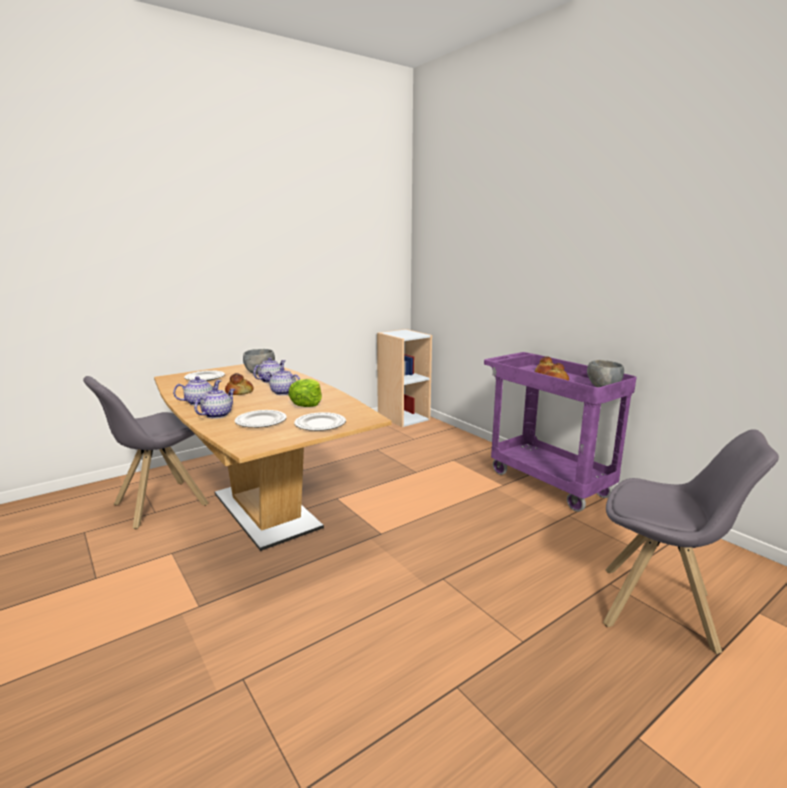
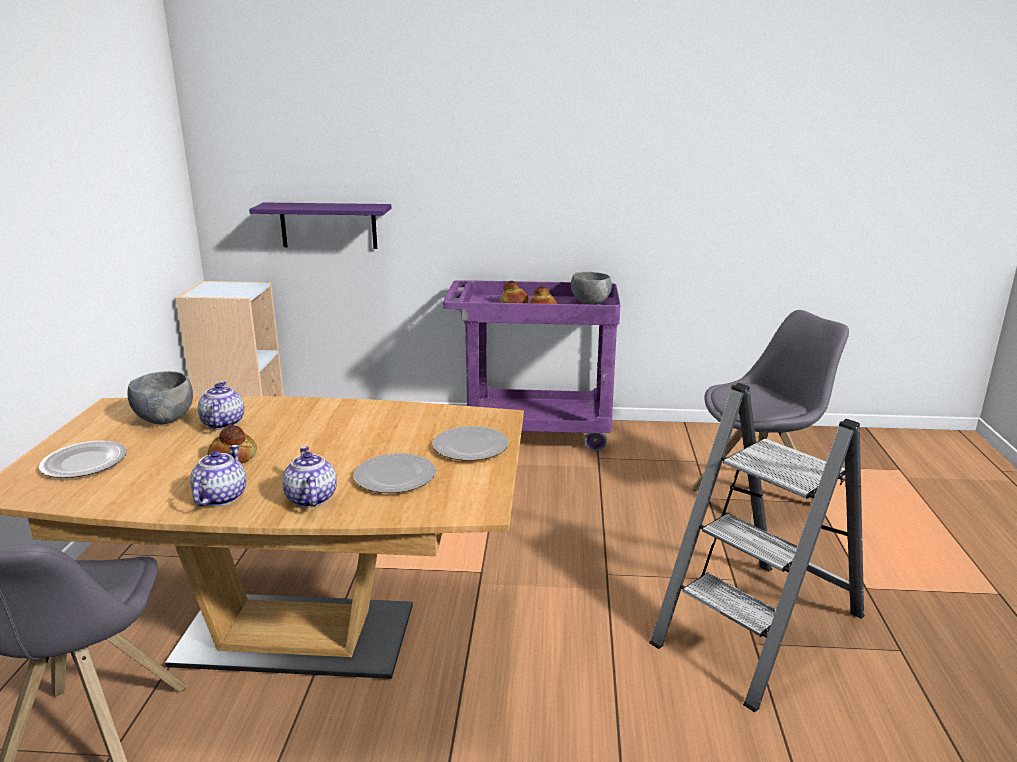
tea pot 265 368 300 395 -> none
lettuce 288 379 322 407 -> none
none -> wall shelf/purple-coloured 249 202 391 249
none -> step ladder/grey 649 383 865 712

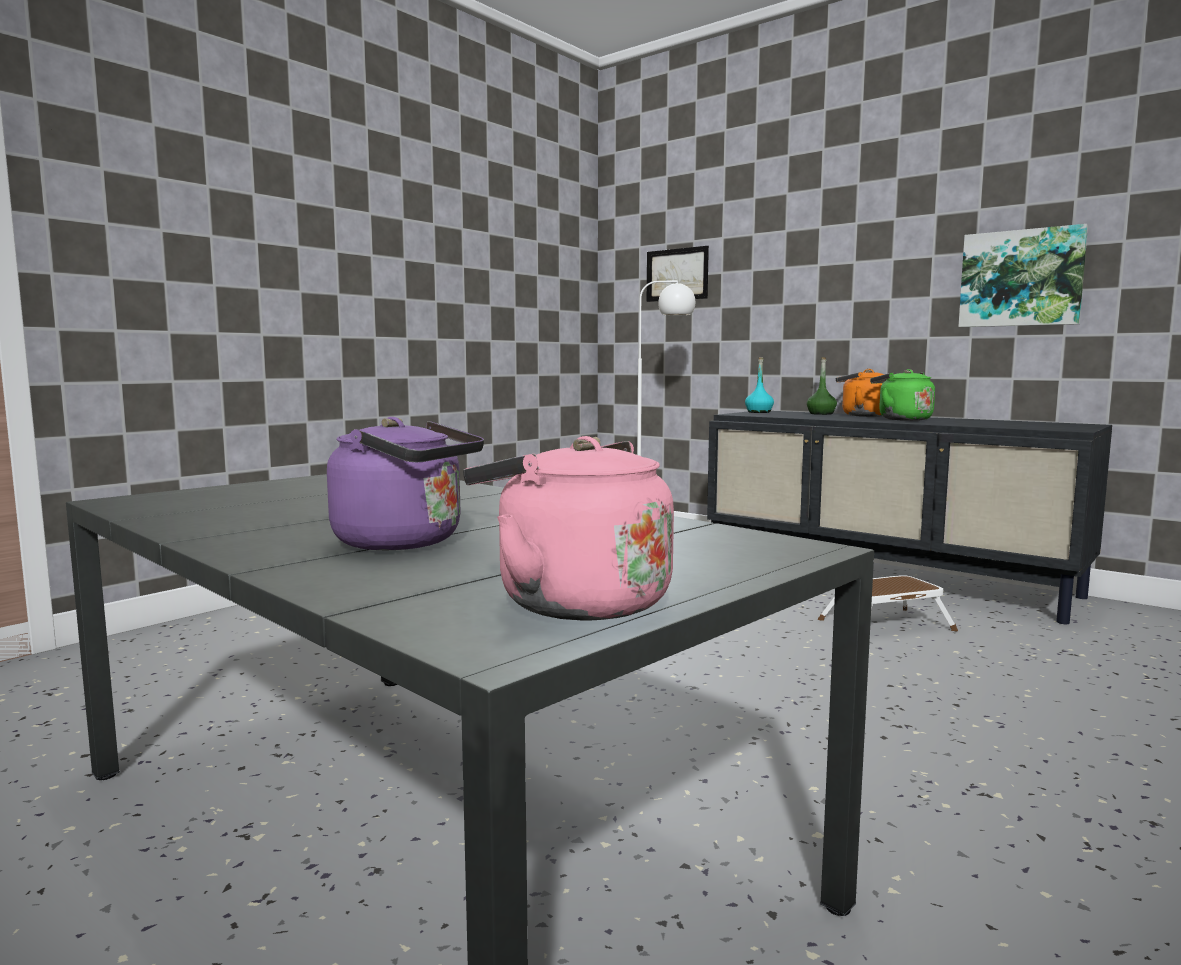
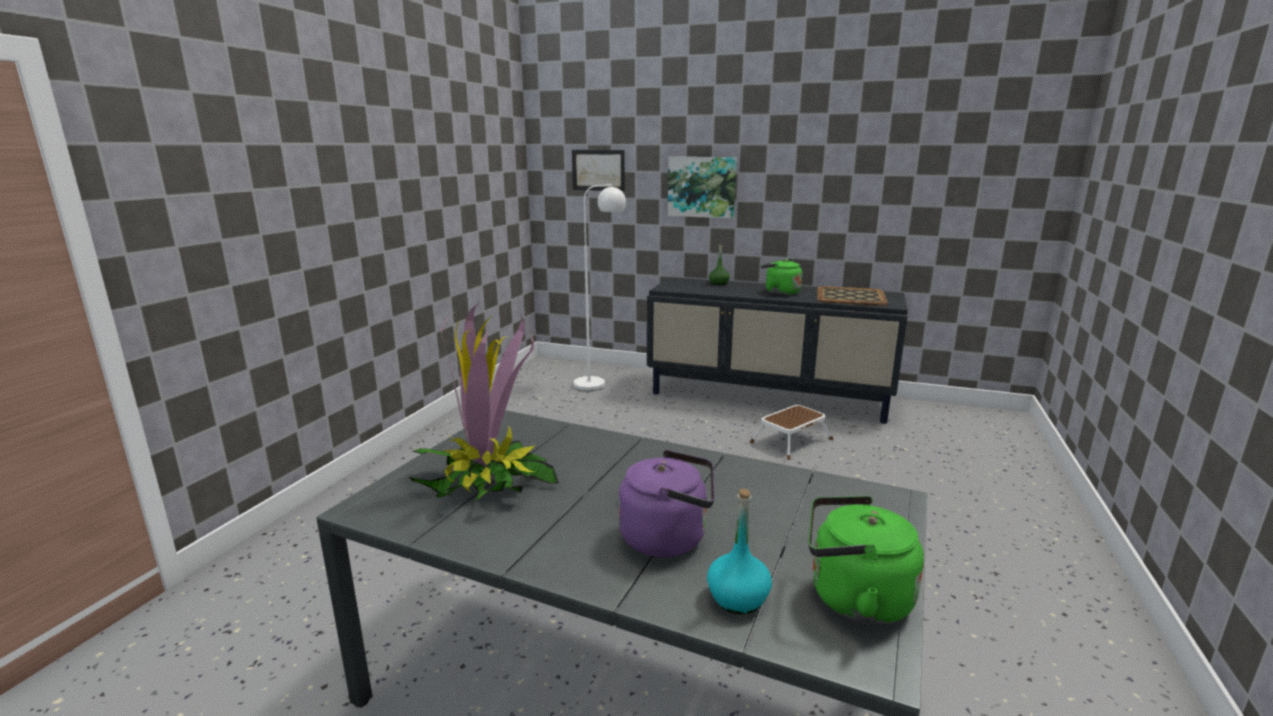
wall art 958 224 1088 327 -> wall art 668 157 737 218, moved
bottle/turquoise-coloured 745 357 774 413 -> bottle/turquoise-coloured 707 489 772 614, moved
water kettle/orangey 836 369 884 417 -> none
water kettle/pink-coloured 463 436 674 620 -> water kettle/green-coloured 809 496 924 625
none -> serving tray 817 286 888 306
none -> houseplant 408 303 559 502

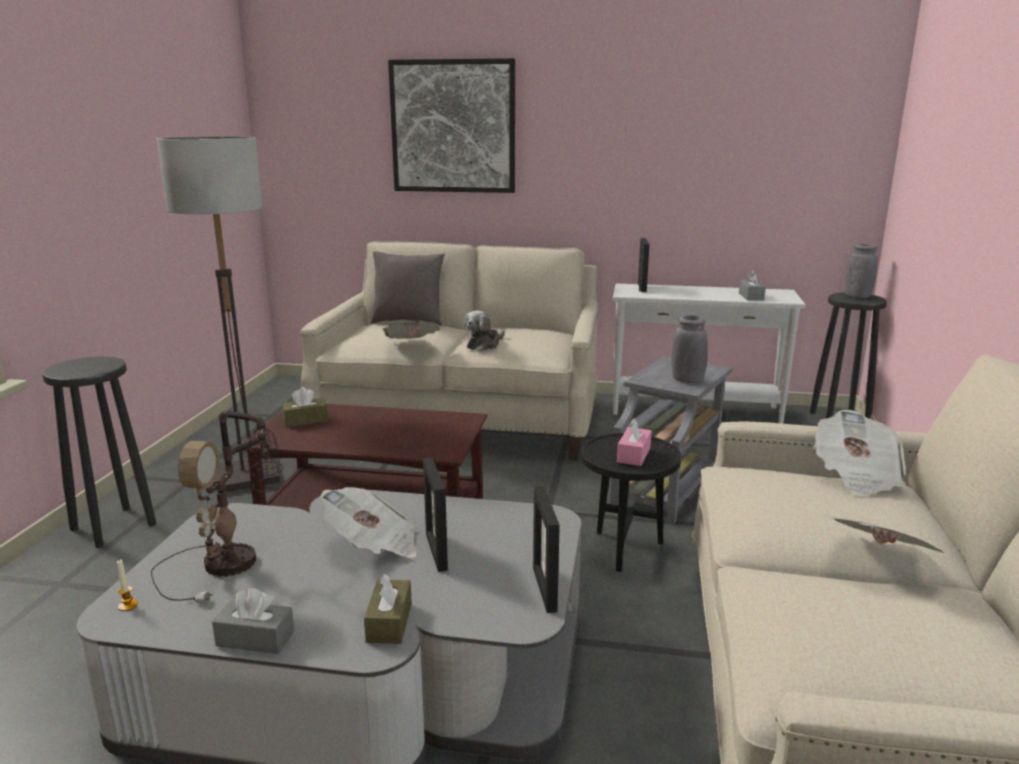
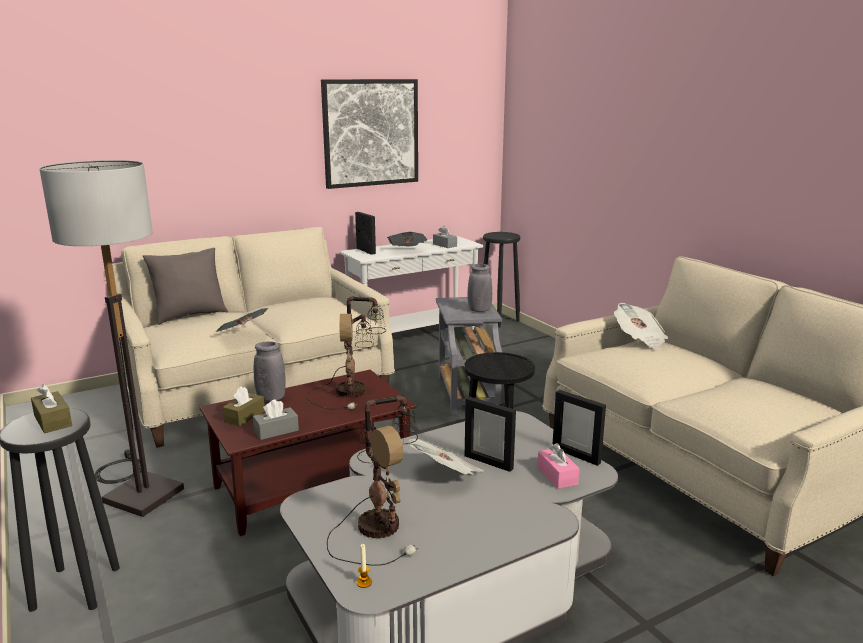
wall art 388 58 515 193 -> wall art 321 79 418 189, moved
vase/grey 845 244 877 299 -> vase/grey 254 341 286 402, moved
plush toy 464 310 505 351 -> none
tissue box/pink-coloured 617 418 652 466 -> tissue box/pink-coloured 538 443 580 489, moved
printed paper 824 514 943 552 -> printed paper 387 232 428 246, moved
tissue box/brown 364 573 412 644 -> tissue box/brown 31 384 72 433, moved
tissue box/grey 212 588 294 654 -> tissue box/grey 253 399 299 440, moved
none -> lamp for a table 306 296 386 410

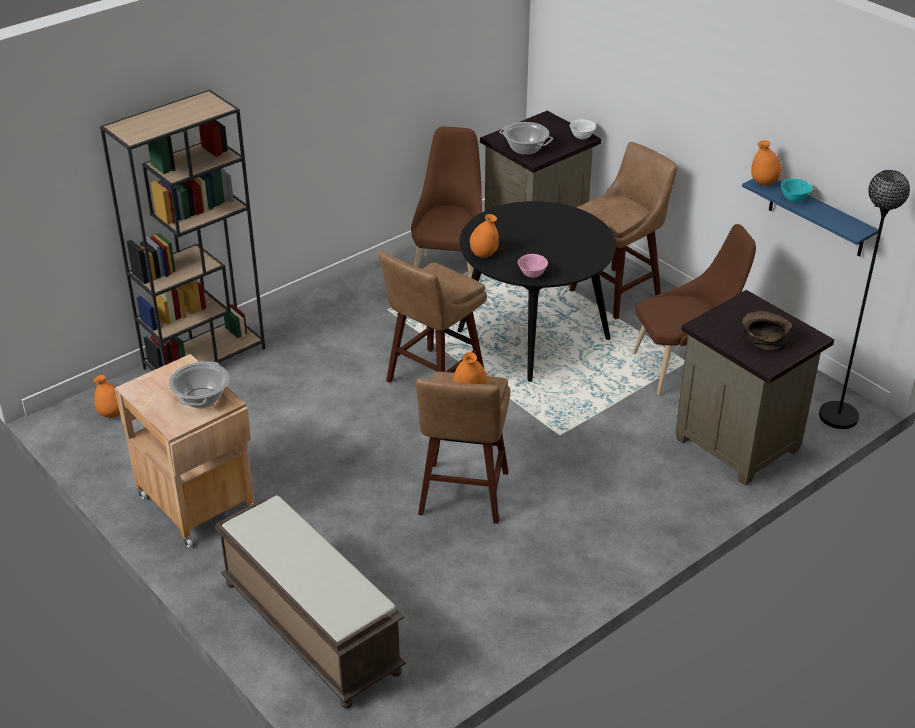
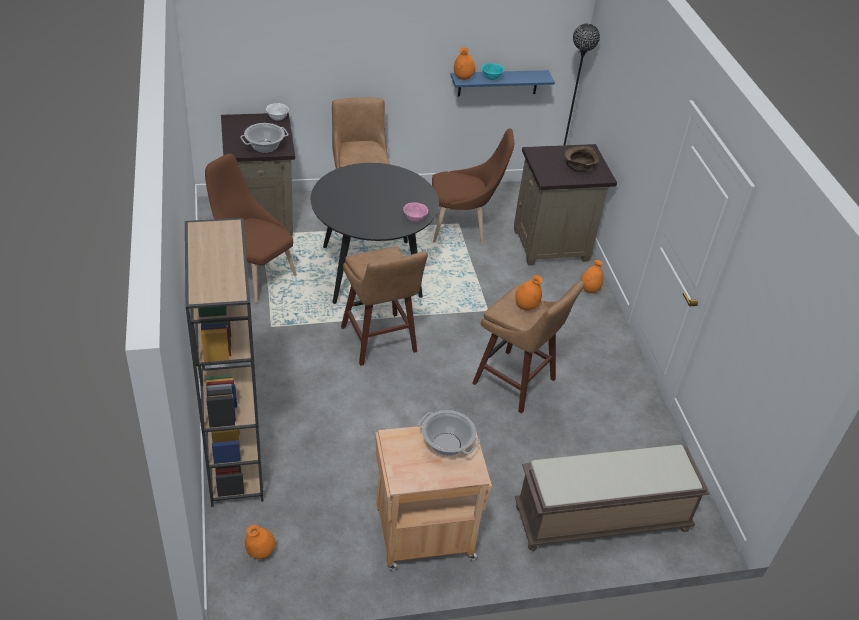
vase/orangey 470 214 499 258 -> vase/orangey 580 260 603 293, moved
plain chair/brown 632 224 756 395 -> plain chair/brown 432 128 514 243, 75 degrees clockwise

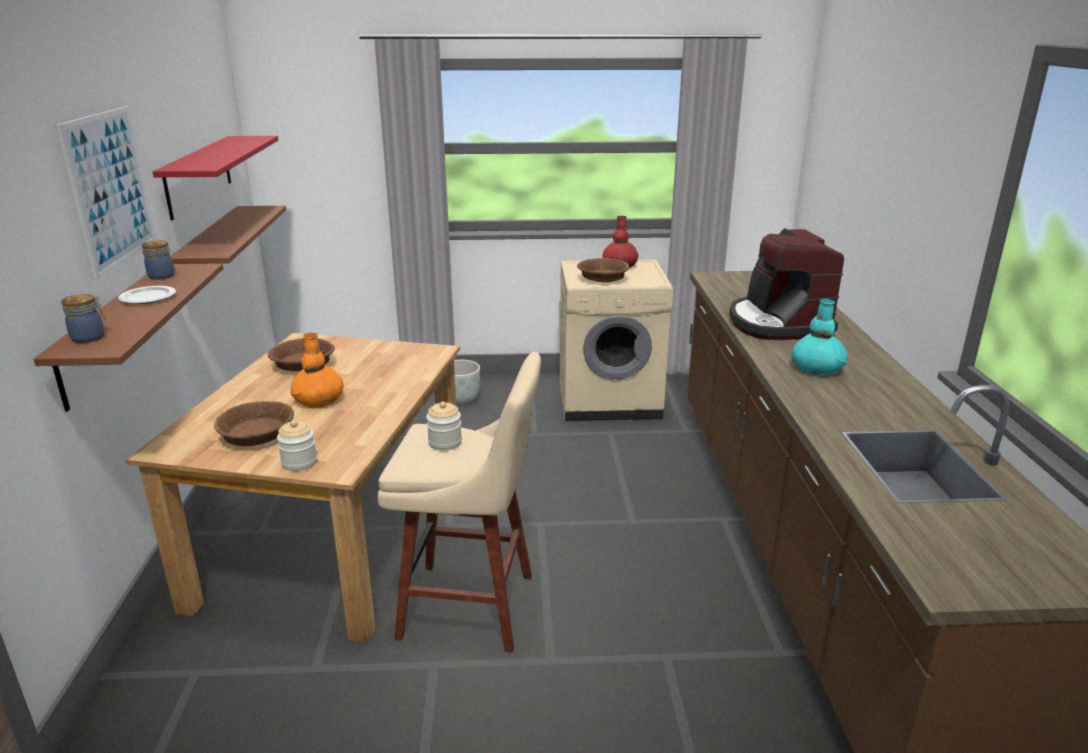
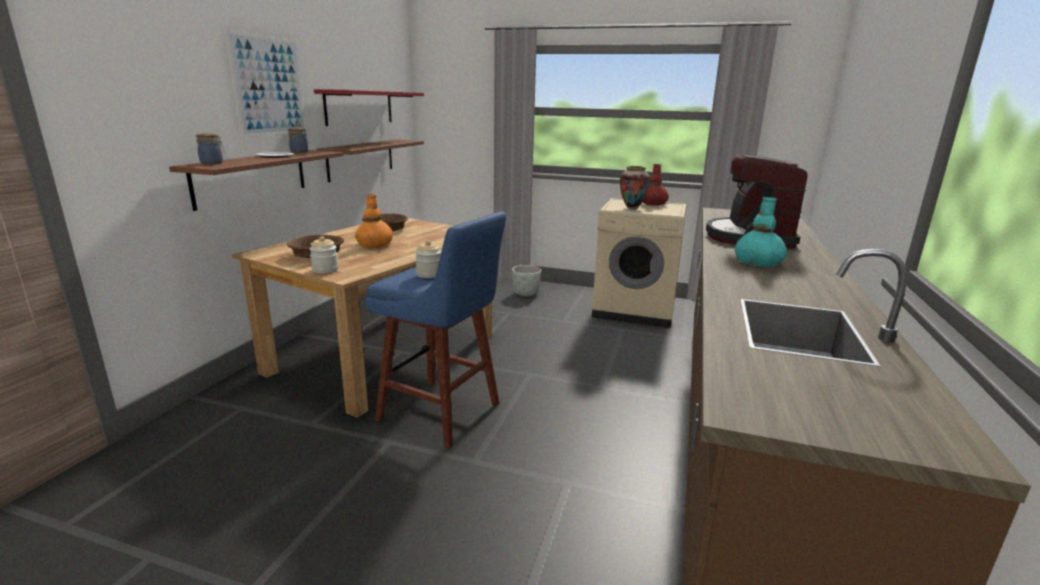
deep dish/brown 577 258 629 282 -> vase 620 166 650 209
stool seat/sand-coloured 377 352 541 652 -> stool seat/blue 365 211 506 449

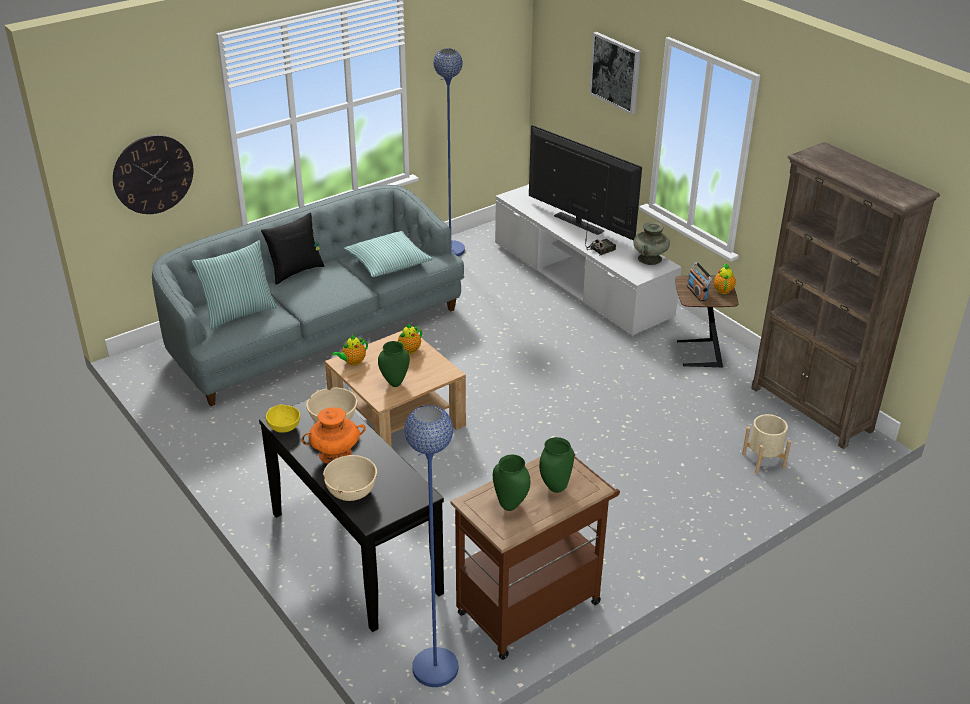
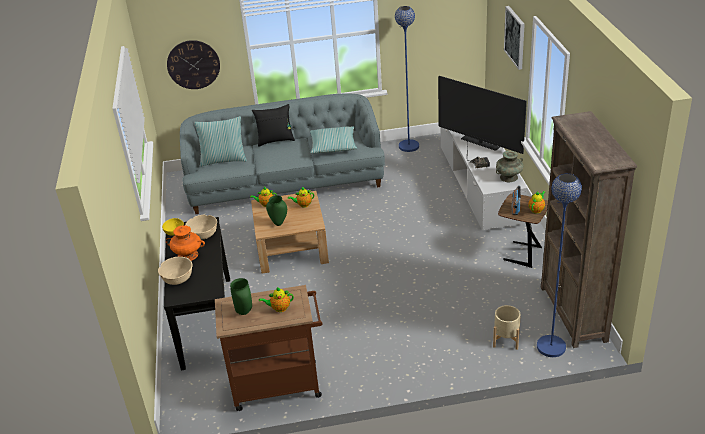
TV 529 125 642 241 -> TV 438 76 527 154, 150 degrees clockwise
standard lamp/blue 404 405 458 687 -> standard lamp/blue 537 173 582 357, moved
vase/green-coloured 539 437 574 493 -> tea pot 259 287 294 312

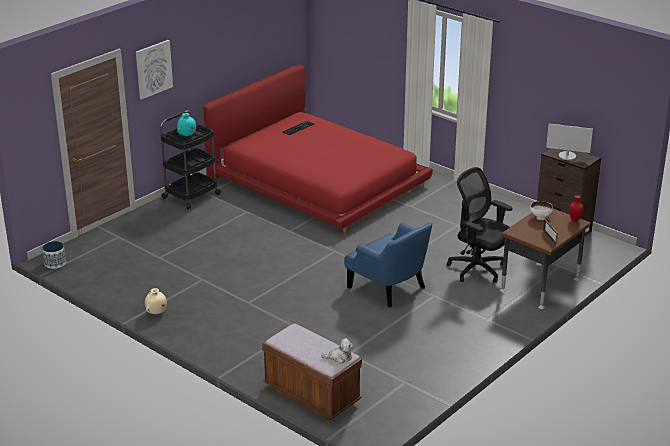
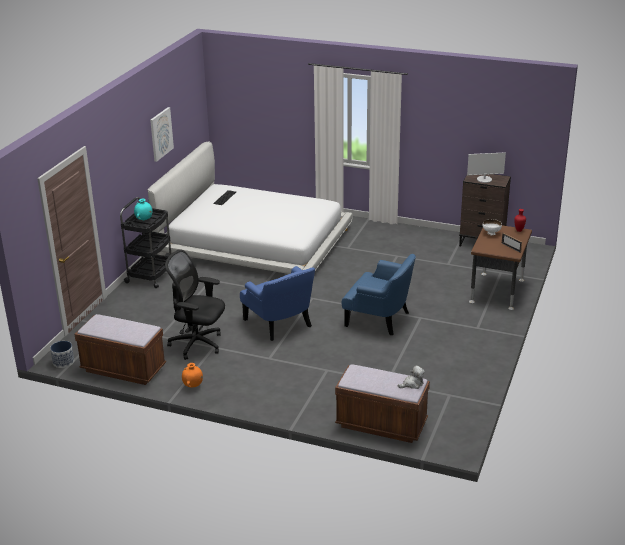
wall art 136 40 173 99 -> wall art 150 107 174 162, moved
bed/reddish 203 65 433 233 -> bed/white 148 142 353 274
computer chair/black 447 167 513 283 -> computer chair/black 165 249 225 360, moved
vase/sand-coloured 145 288 167 314 -> vase/orangey 182 363 203 387
none -> lounge chair/blue 240 266 315 341
none -> bench/brown 74 314 166 385

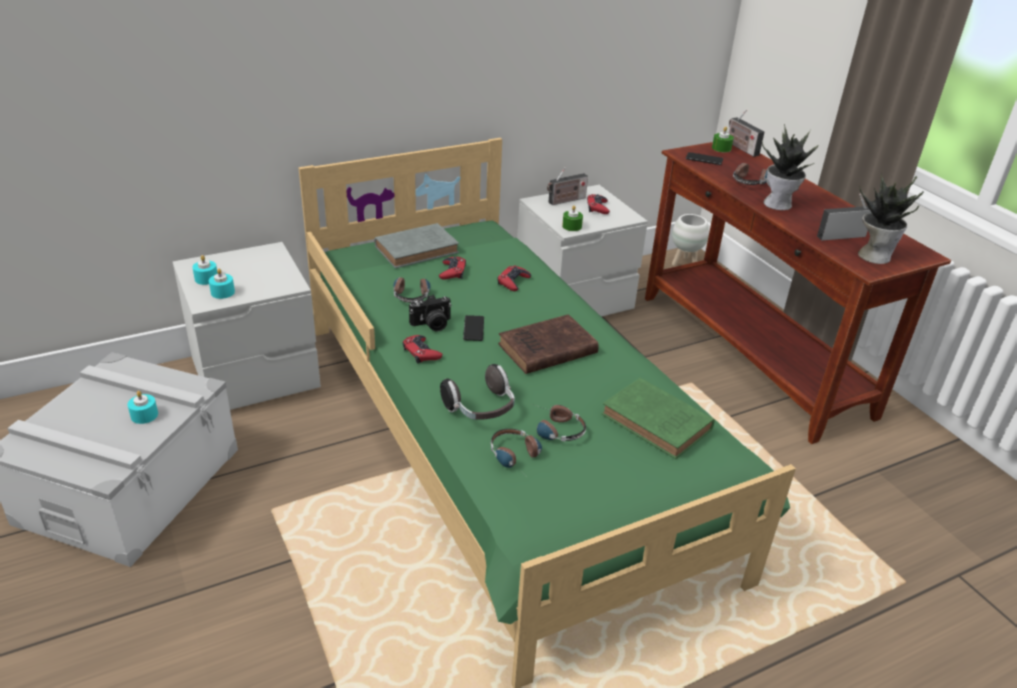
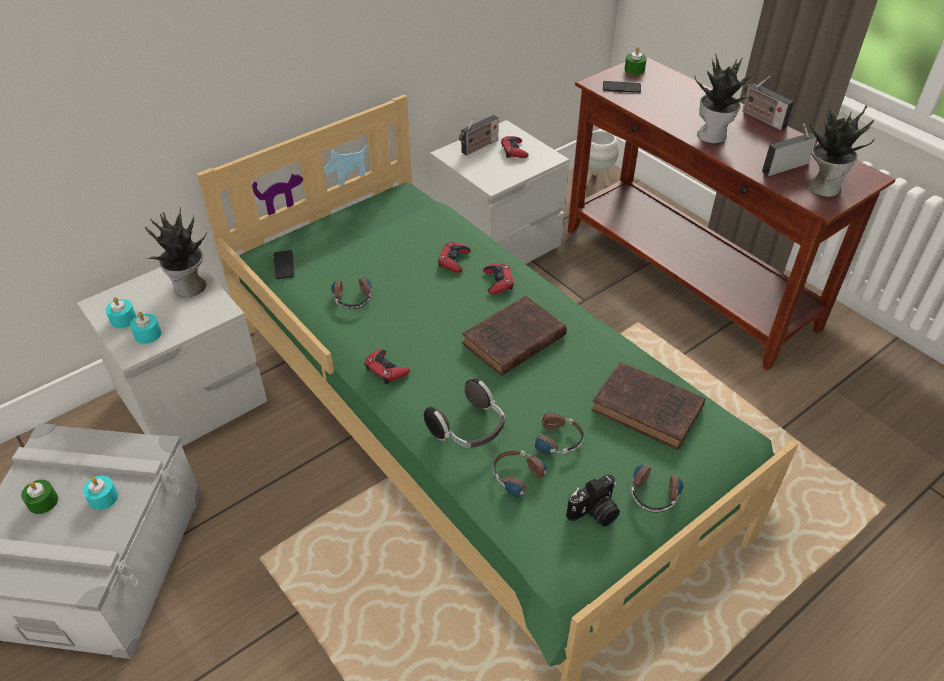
radio set 729 109 764 157 -> radio set 742 76 794 131, moved
pair of headphones 733 163 767 185 -> pair of headphones 631 463 683 513, moved
wax candle/green-coloured 562 205 583 231 -> wax candle/green-coloured 21 480 58 514, moved
book/grey 374 223 459 268 -> none
joypad/reddish 439 257 466 279 -> joypad/reddish 483 263 514 294, moved
still camera 409 295 452 332 -> still camera 566 475 620 526, moved
phone 463 315 484 341 -> phone 273 250 294 279, moved
book/green-coloured 602 378 715 459 -> book/brown 591 362 706 450
none -> houseplant 145 207 207 297

